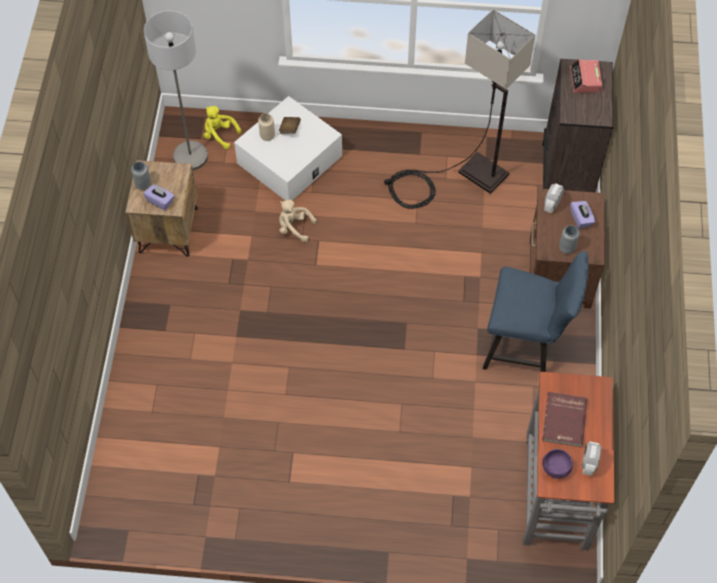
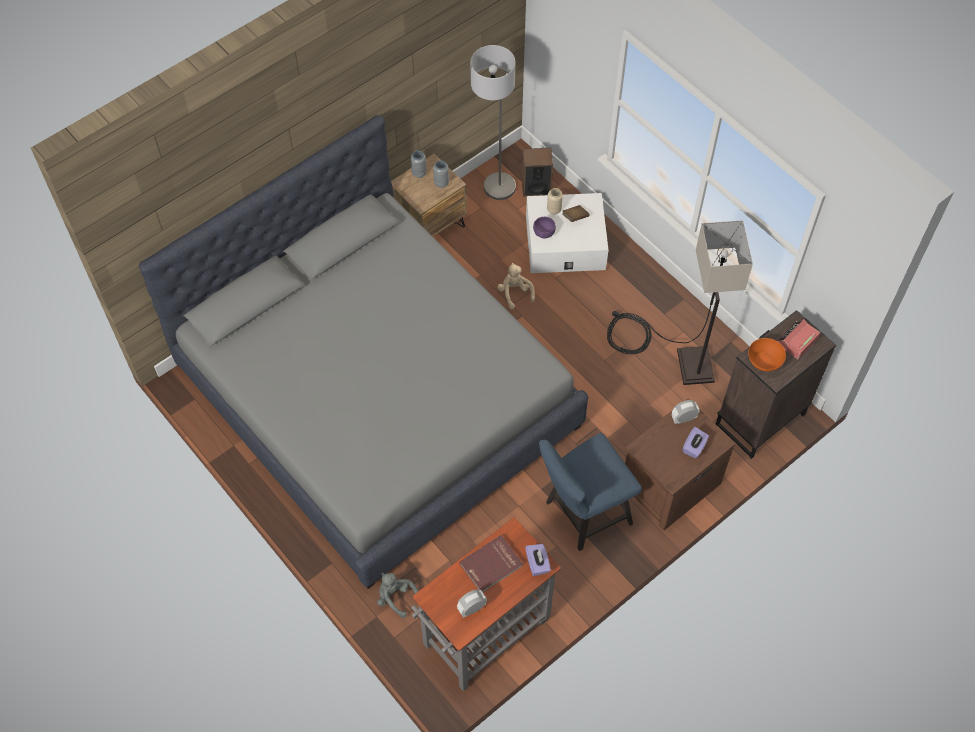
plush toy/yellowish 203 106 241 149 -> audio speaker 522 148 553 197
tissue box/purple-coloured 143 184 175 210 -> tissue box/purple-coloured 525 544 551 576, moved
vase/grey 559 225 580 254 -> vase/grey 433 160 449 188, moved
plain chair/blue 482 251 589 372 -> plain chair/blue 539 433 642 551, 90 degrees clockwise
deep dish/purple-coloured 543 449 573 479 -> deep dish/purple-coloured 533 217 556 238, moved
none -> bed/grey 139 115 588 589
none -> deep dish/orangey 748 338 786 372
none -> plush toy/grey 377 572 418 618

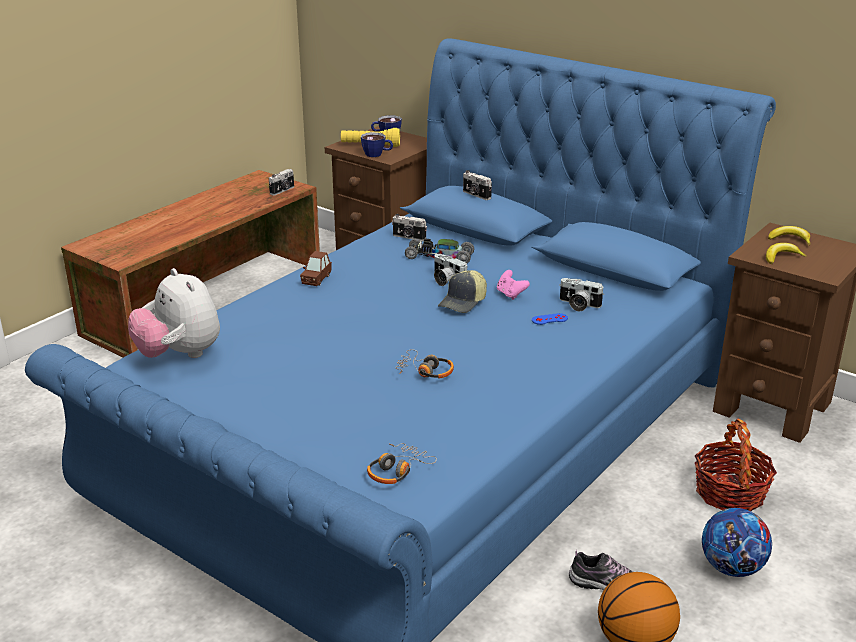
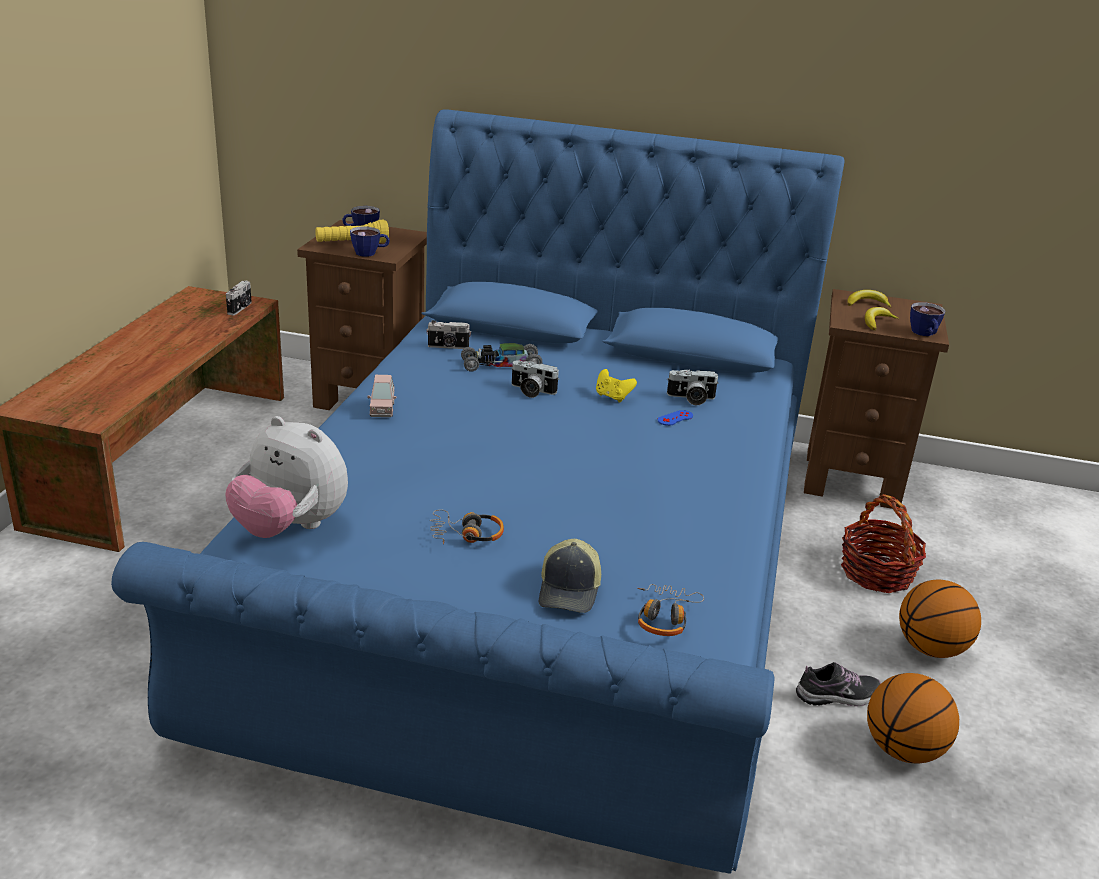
still camera 463 170 492 200 -> none
toy car/brown 300 251 332 286 -> toy car/pink-coloured 367 375 396 417
cap 438 270 487 313 -> cap 539 539 601 613, moved
joypad/pink-coloured 497 270 530 300 -> joypad/yellowish 596 369 637 402
pair of headphones 395 349 454 378 -> pair of headphones 430 509 504 545, moved
ball for football 702 508 772 577 -> ball for basketball 899 580 981 658
none -> drinking cup 910 302 945 336

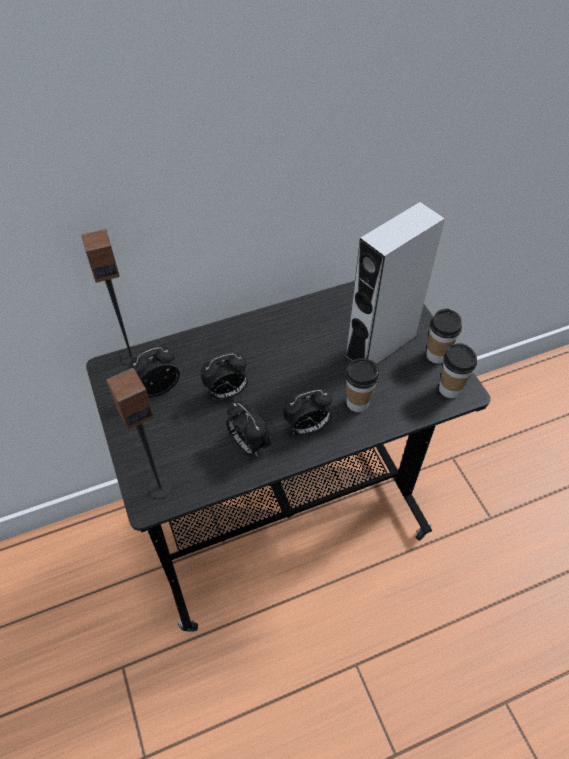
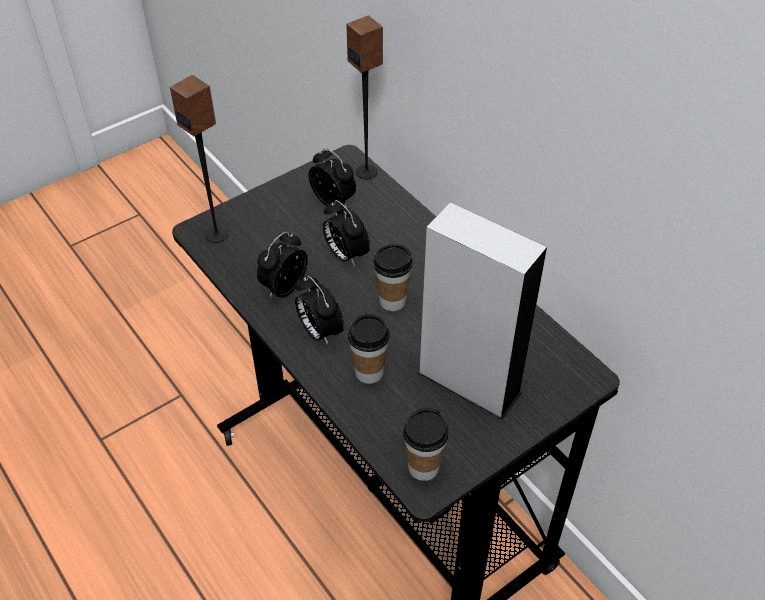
drinking cup 426 309 462 364 -> drinking cup 373 244 413 311, moved

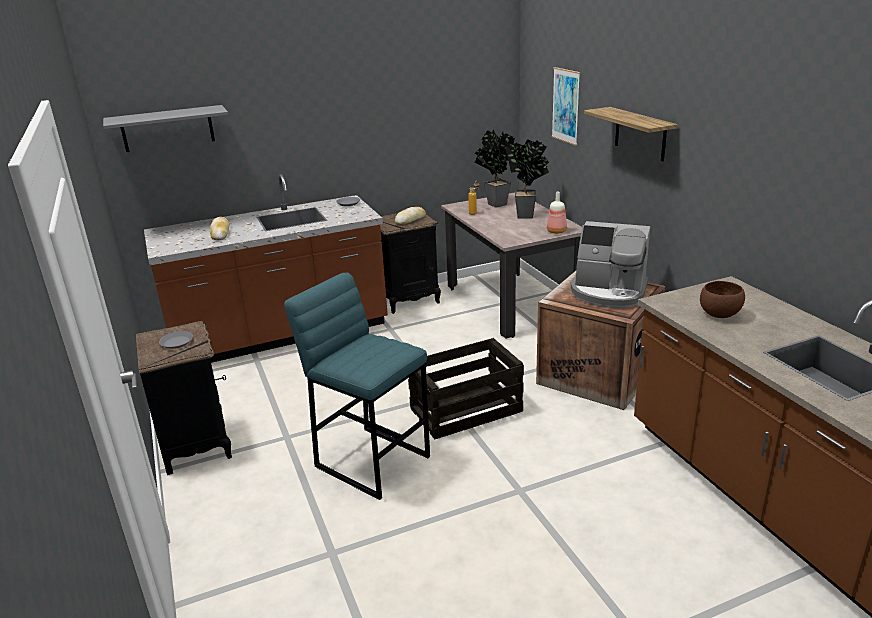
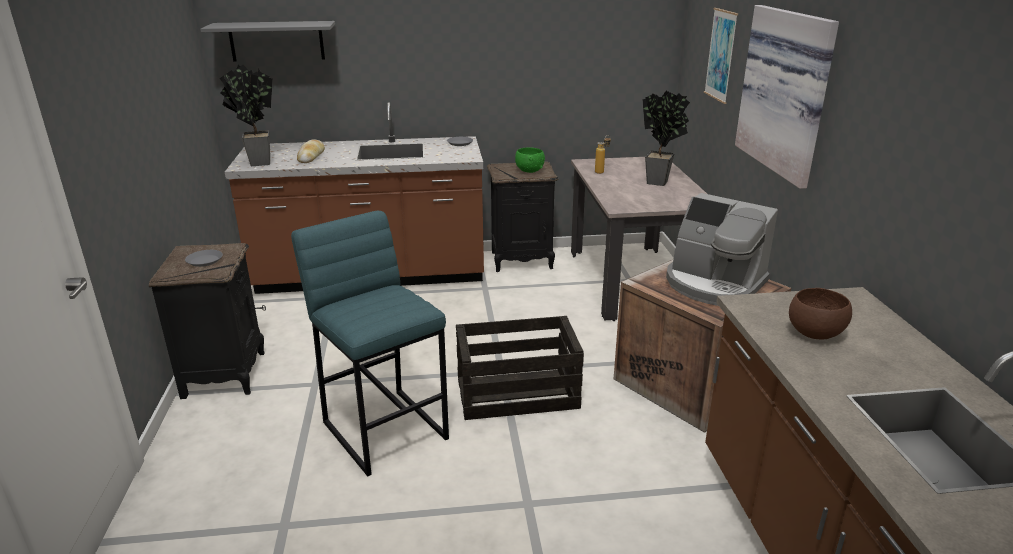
wall shelf 584 107 678 161 -> wall art 735 5 839 189
houseplant 474 129 515 207 -> houseplant 219 64 273 166, moved
bottle 547 192 567 234 -> none
bread 395 207 426 225 -> deep dish/green-coloured 515 148 545 173

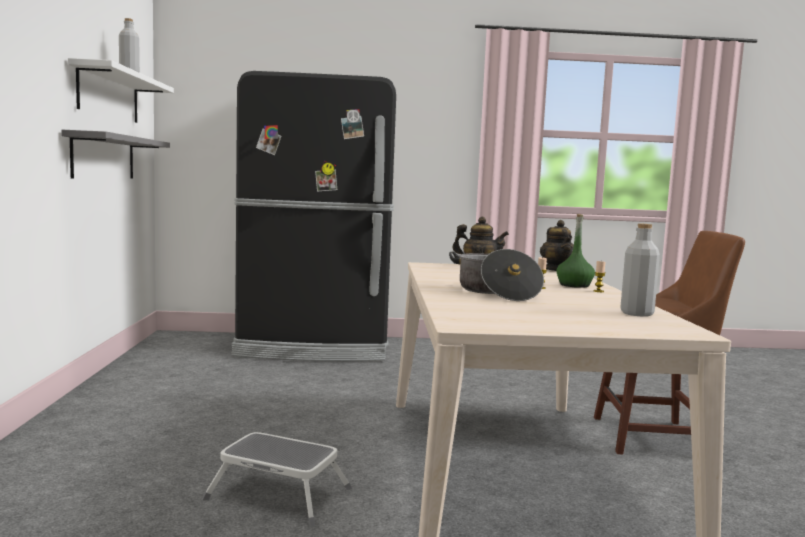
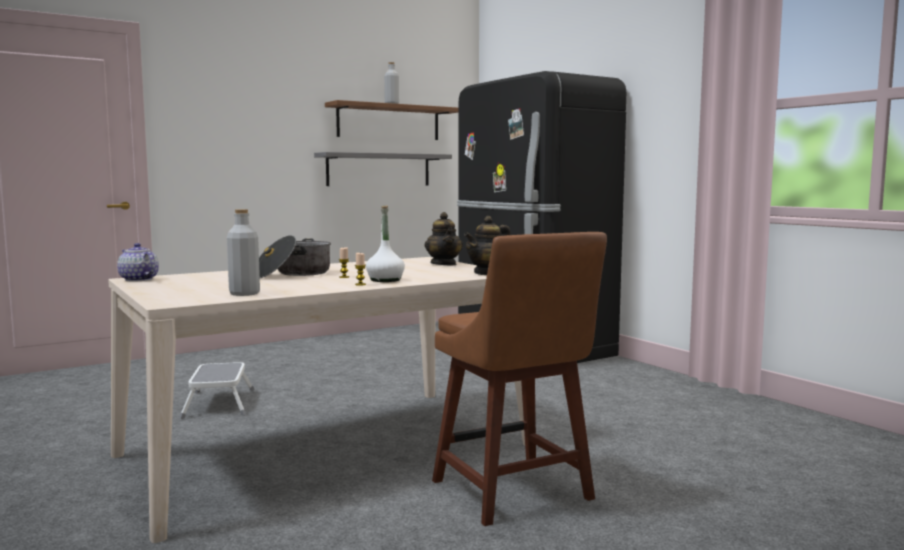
wall shelf/white 68 58 174 123 -> wall shelf/brown 325 100 459 140
bottle/green-coloured 556 214 595 288 -> bottle/white 366 206 405 282
none -> tea pot 117 243 159 282

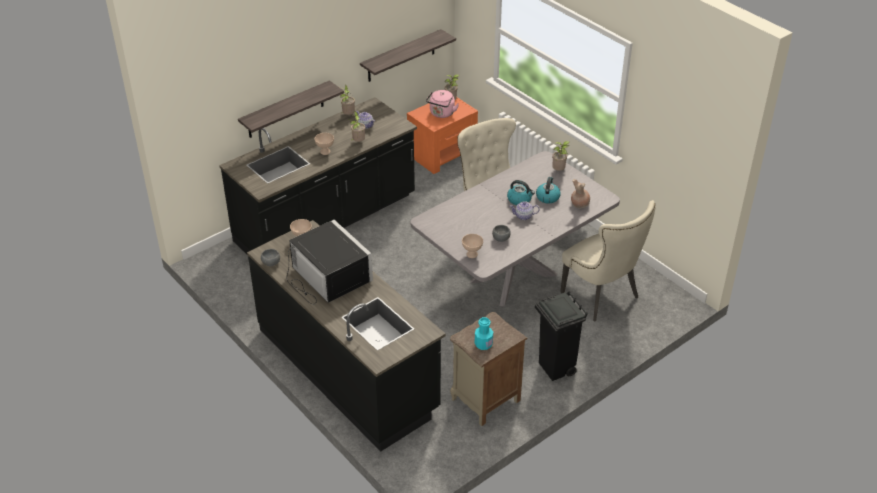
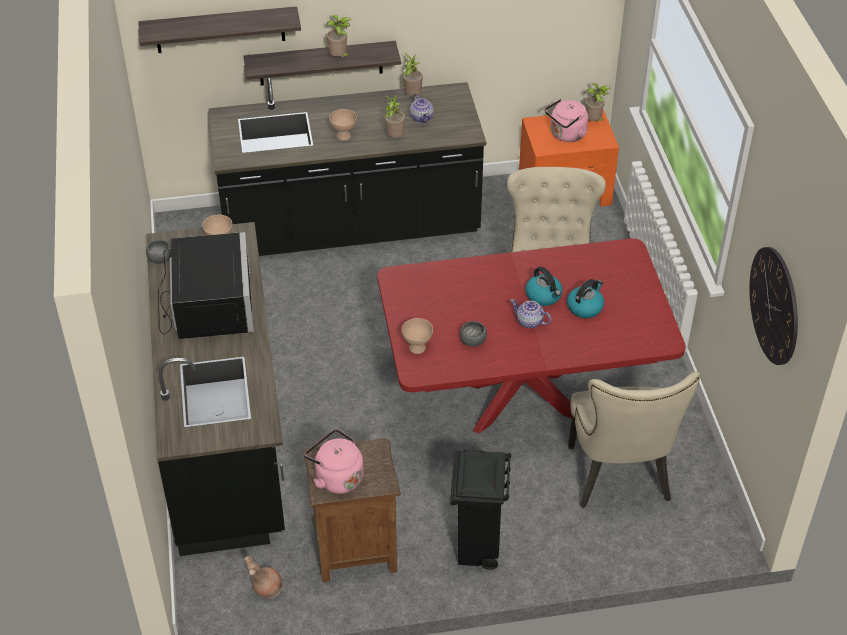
wall shelf 360 29 456 82 -> wall shelf 138 6 301 53, moved
houseplant 552 141 570 171 -> houseplant 327 15 351 57, moved
kitchen table/grey 410 151 620 306 -> kitchen table/reddish 378 238 686 434
vase/brown 571 179 590 208 -> vase/brown 244 556 283 599, moved
bottle/turquoise-coloured 474 317 493 350 -> water kettle/pink-coloured 305 429 364 494
none -> wall clock 749 247 798 365

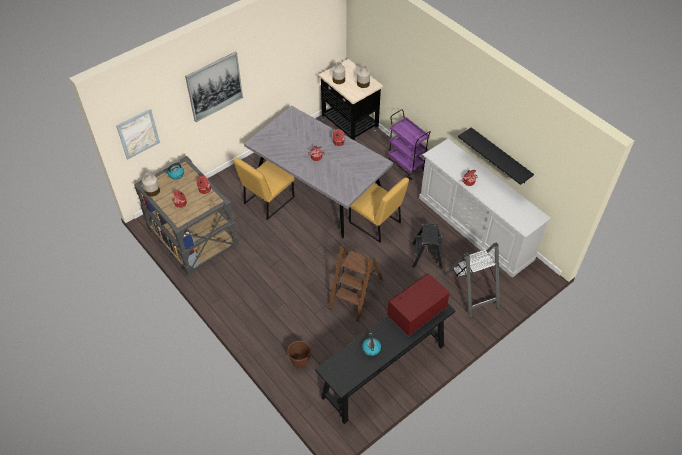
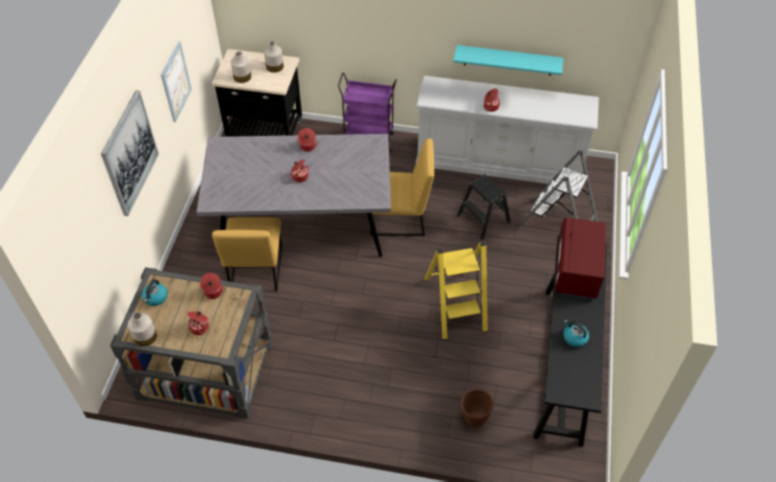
wall art 116 109 160 159 -> wall art 161 42 192 122, moved
wall shelf/black 458 127 534 185 -> wall shelf/turquoise-coloured 453 45 563 76
step ladder/brown 328 244 384 322 -> step ladder/yellowish 424 241 488 341

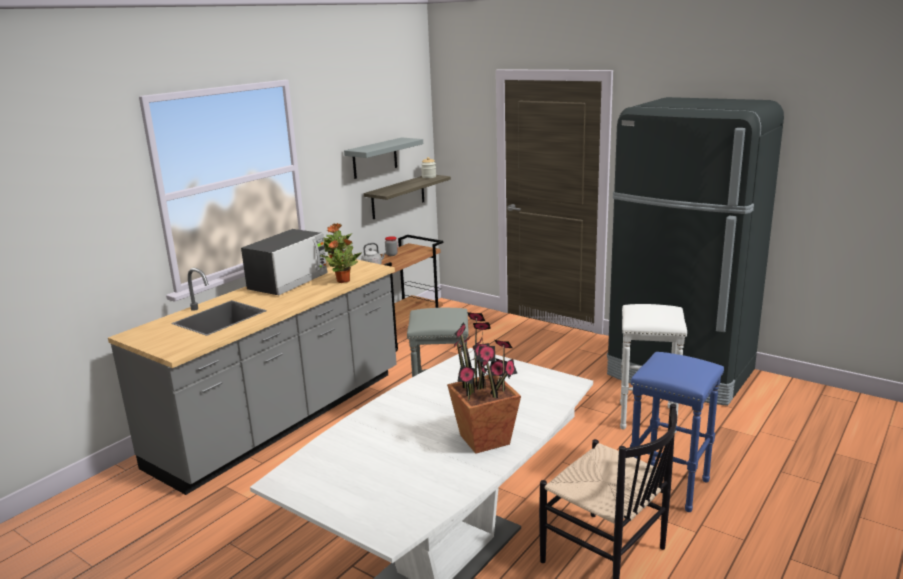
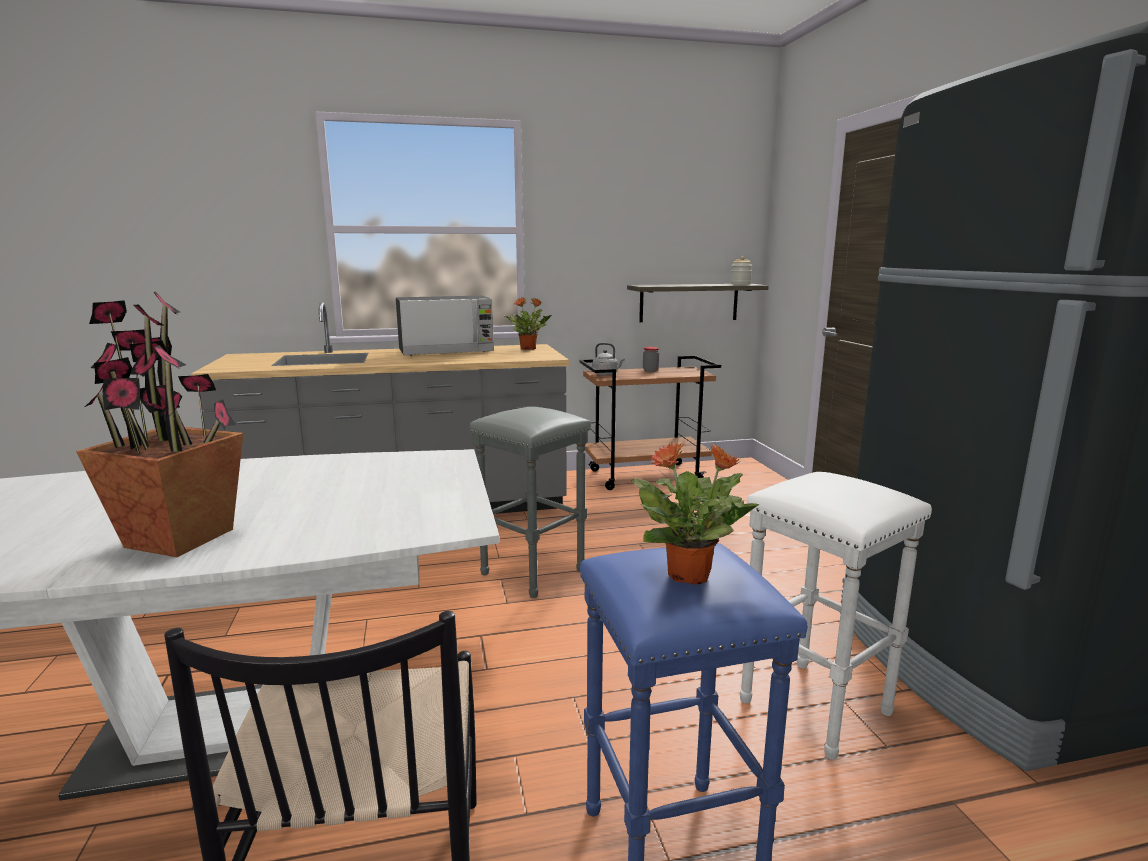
wall shelf/grey 344 138 423 179 -> none
houseplant 321 239 362 283 -> houseplant 631 441 759 585, moved

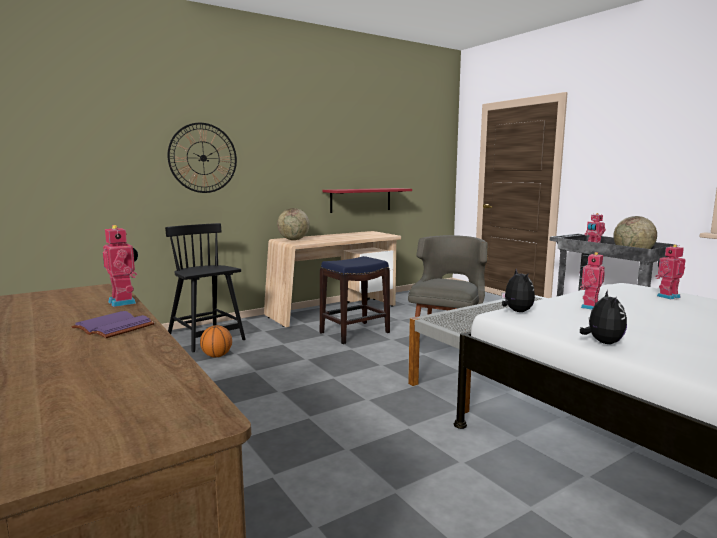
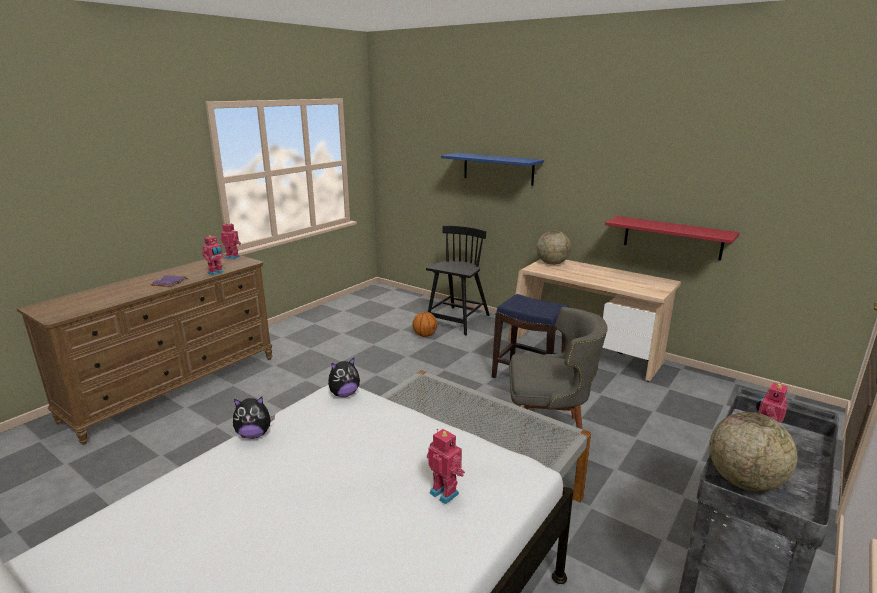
wall clock 167 123 237 193 -> wall shelf/blue 441 153 544 186
toy robot 580 252 605 310 -> toy robot 220 223 241 259, moved

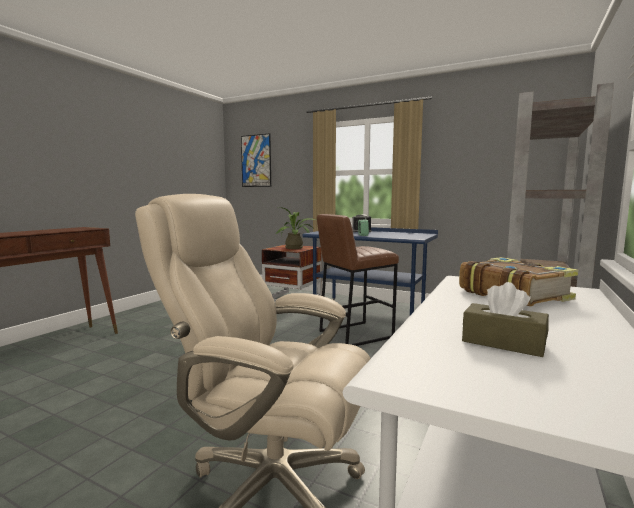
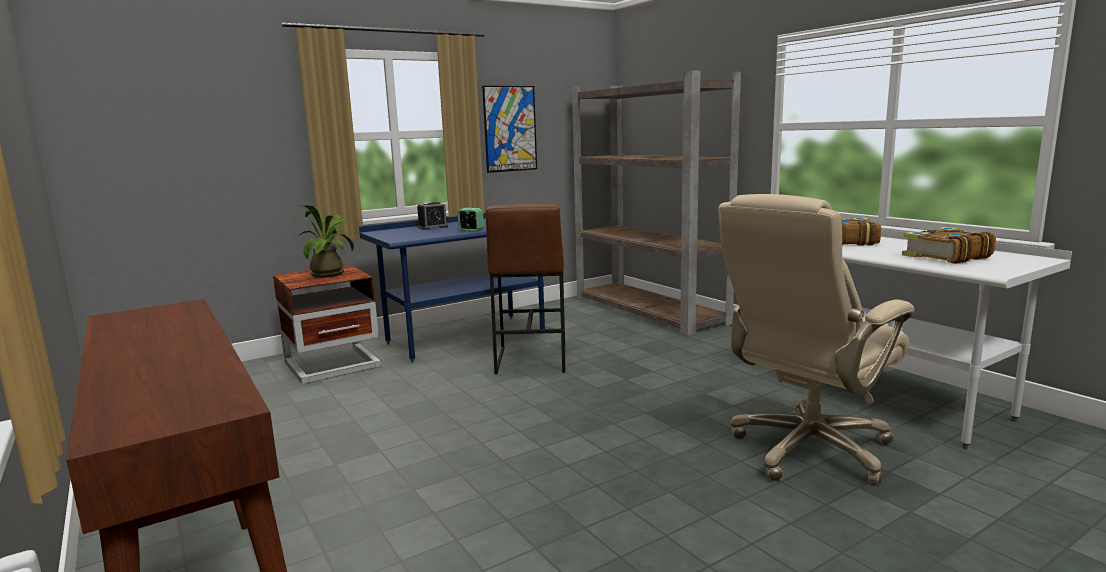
wall art 241 133 271 187 -> wall art 482 86 537 173, moved
tissue box/brown 462 282 549 357 -> book 902 227 996 264

